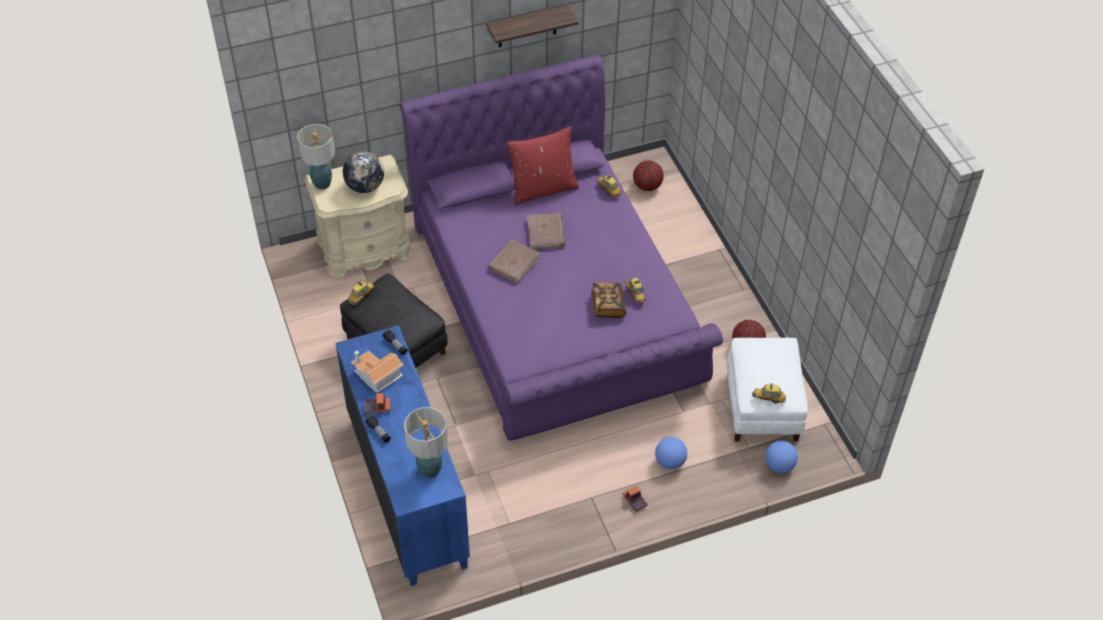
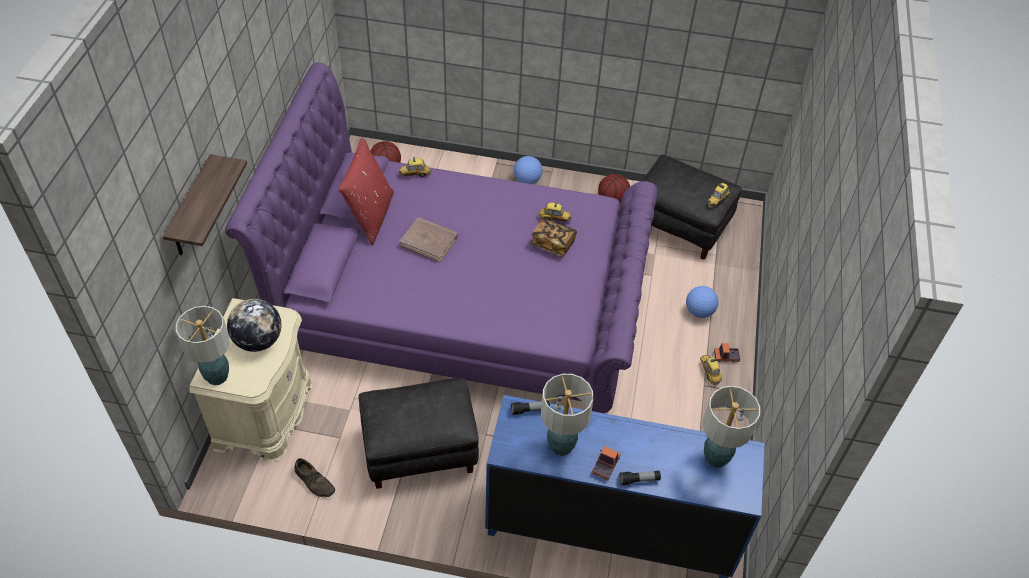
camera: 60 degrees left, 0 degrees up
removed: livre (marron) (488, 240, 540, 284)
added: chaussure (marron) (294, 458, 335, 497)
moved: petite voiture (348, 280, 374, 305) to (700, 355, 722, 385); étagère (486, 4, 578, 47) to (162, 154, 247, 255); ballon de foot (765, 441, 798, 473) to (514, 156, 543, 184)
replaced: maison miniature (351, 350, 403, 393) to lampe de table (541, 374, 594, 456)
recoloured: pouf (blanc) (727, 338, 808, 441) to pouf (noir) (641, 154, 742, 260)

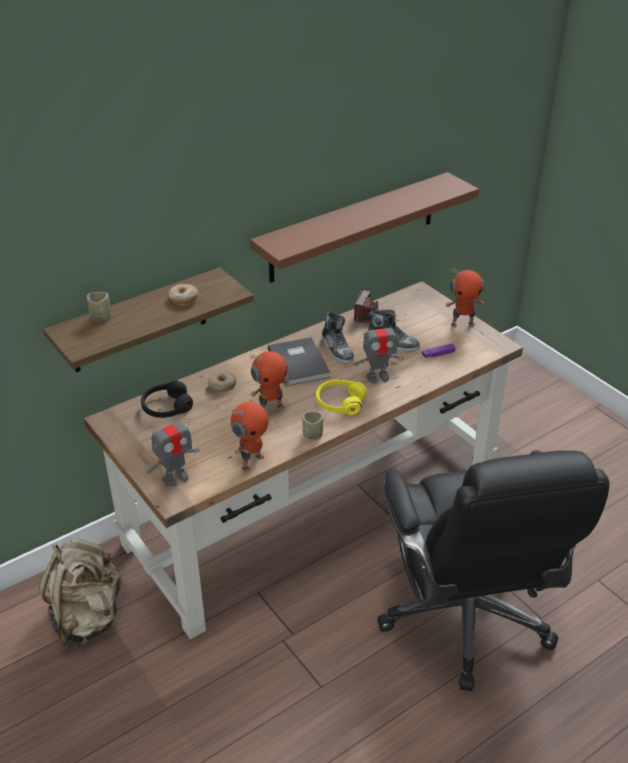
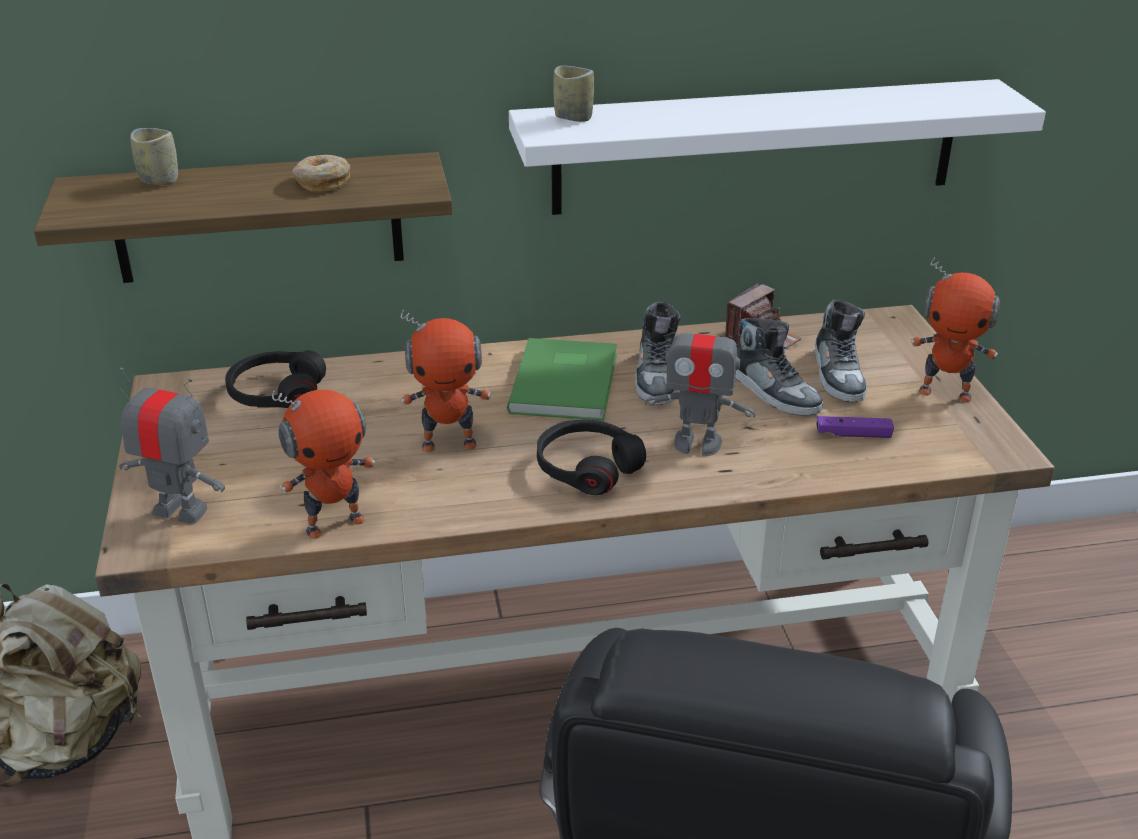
camera: 25 degrees right, 5 degrees down
removed: beignet (208, 371, 236, 392)
added: chaussure (815, 300, 867, 402)
moved: tasse (302, 411, 323, 440) to (553, 66, 594, 122)
recoloured: étagère (marron) (250, 172, 479, 283) to étagère (blanc) (509, 79, 1046, 215); livre (gris) (268, 337, 330, 386) to livre (vert) (507, 338, 617, 421); casque audio (jaune) (316, 379, 367, 415) to casque audio (noir) (537, 420, 646, 495)
turned: robot jouet (146, 412, 199, 487) = (119, 368, 225, 524) 150 degrees counterclockwise

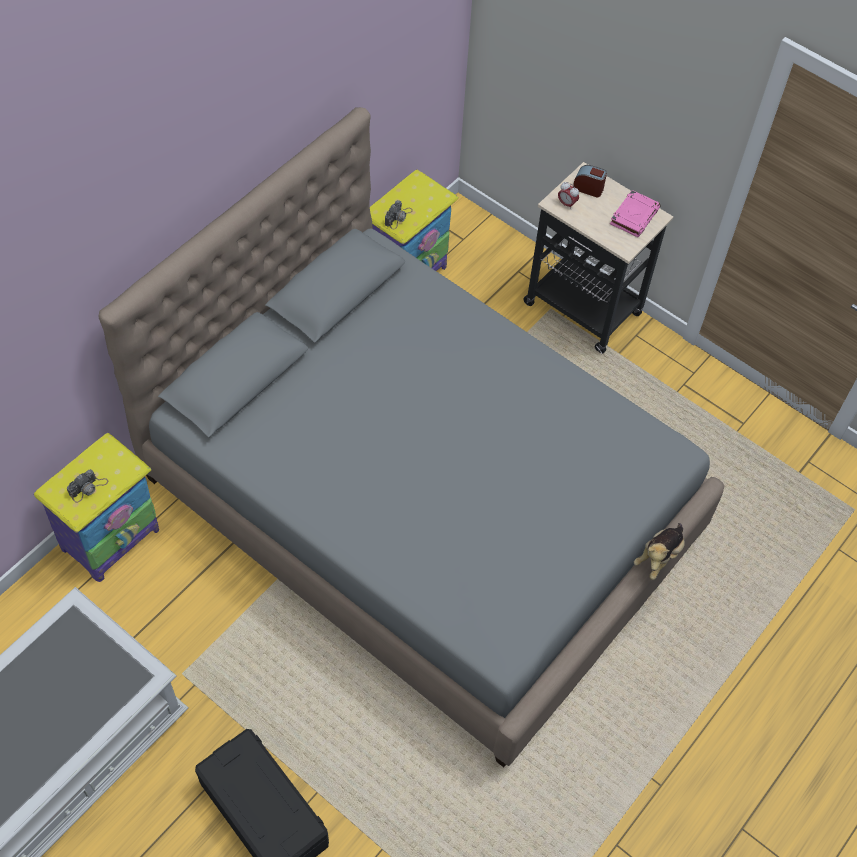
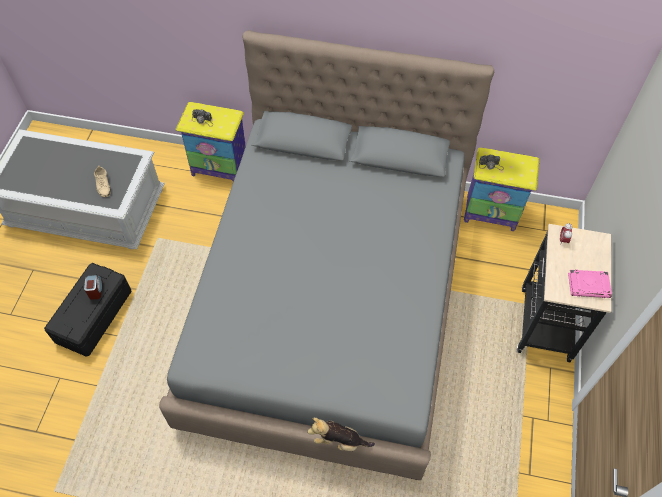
camera: 65 degrees right, 0 degrees up
added: chaussure (beige) (94, 166, 111, 197)
moved: réveil (573, 165, 607, 197) to (84, 275, 102, 300)

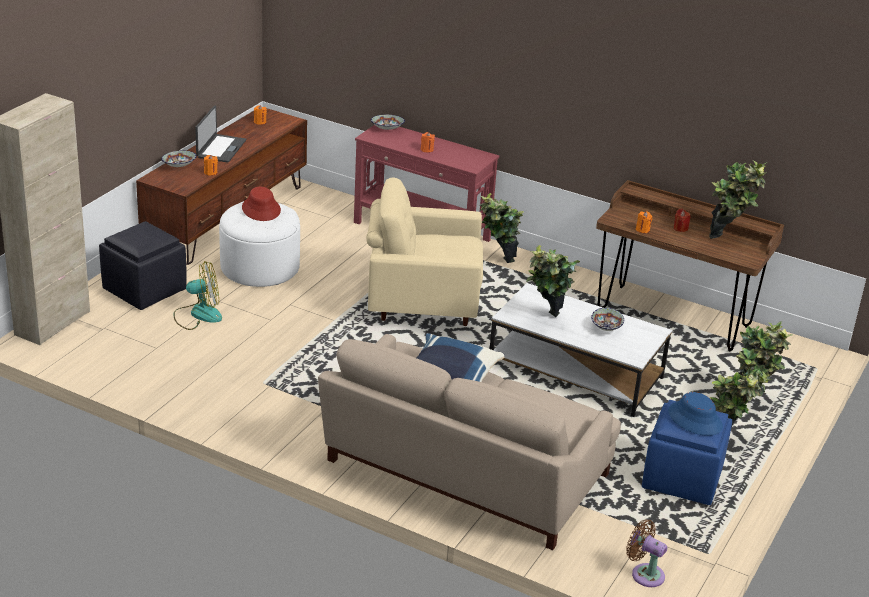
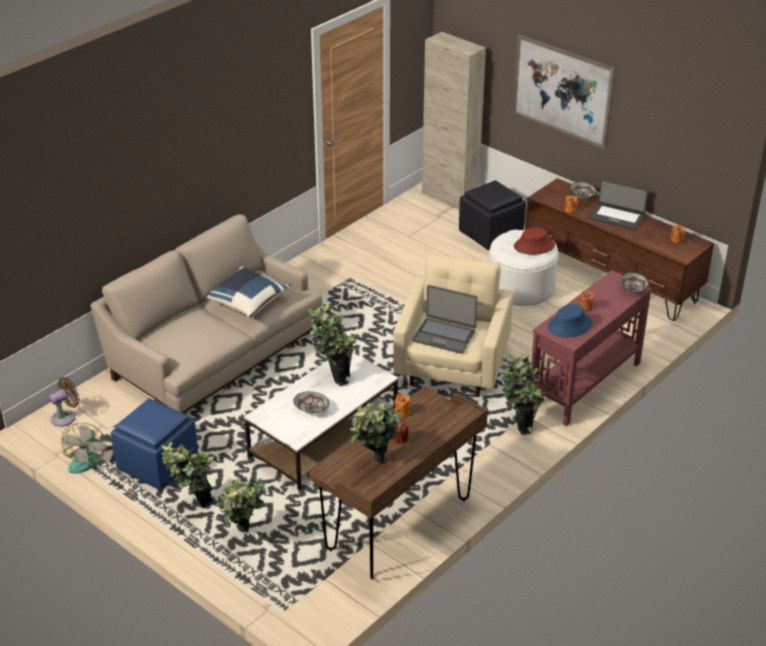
camera: 105 degrees right, 5 degrees up
added: ordinateur portable (412, 285, 478, 354); tableau (512, 34, 615, 150)
moved: ventilateur (173, 261, 222, 330) to (62, 423, 107, 474); chapeau (bleu) (668, 392, 723, 436) to (548, 304, 592, 338)

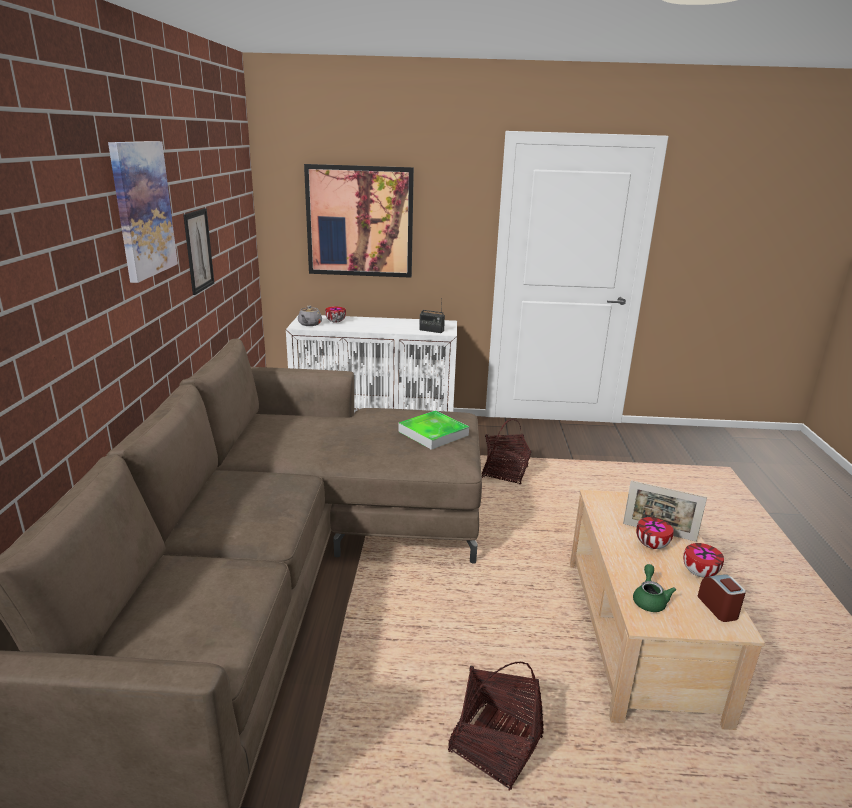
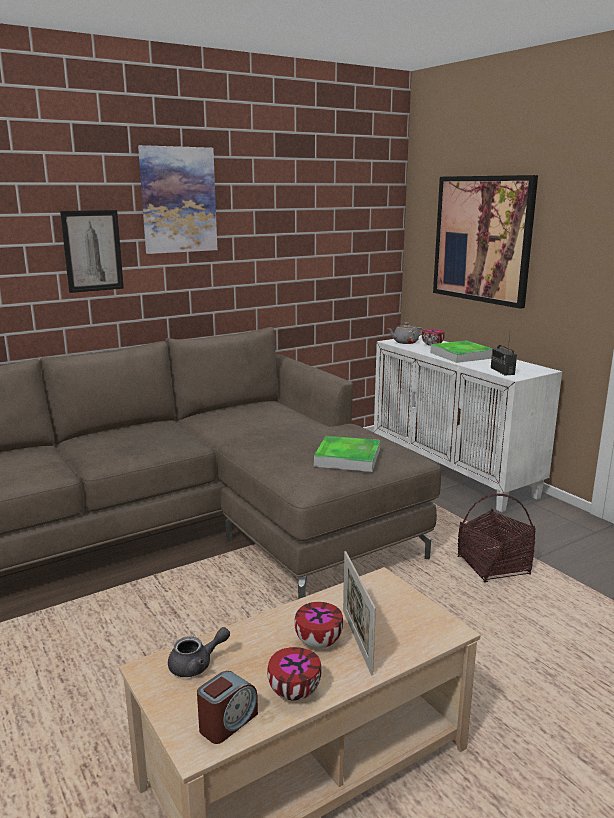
camera: 55 degrees right, 5 degrees down
removed: panier (448, 662, 544, 791)
added: plateau (430, 340, 492, 363)
moved: tableau (183, 208, 214, 295) to (60, 210, 124, 293)
recoloured: théière (vert) (633, 564, 676, 612) to théière (gris) (168, 627, 230, 677)

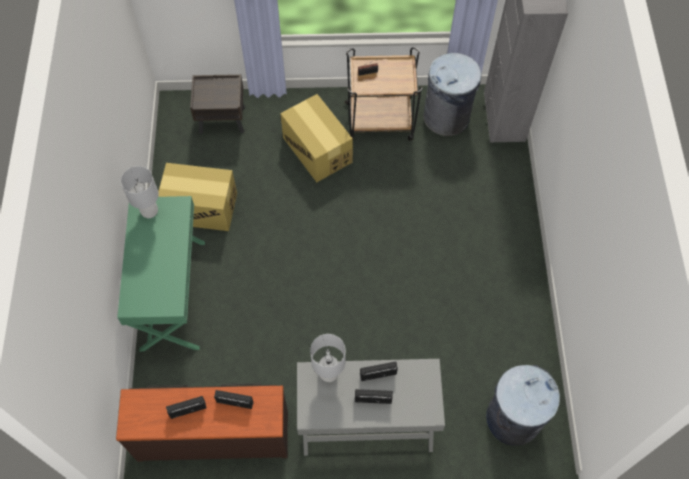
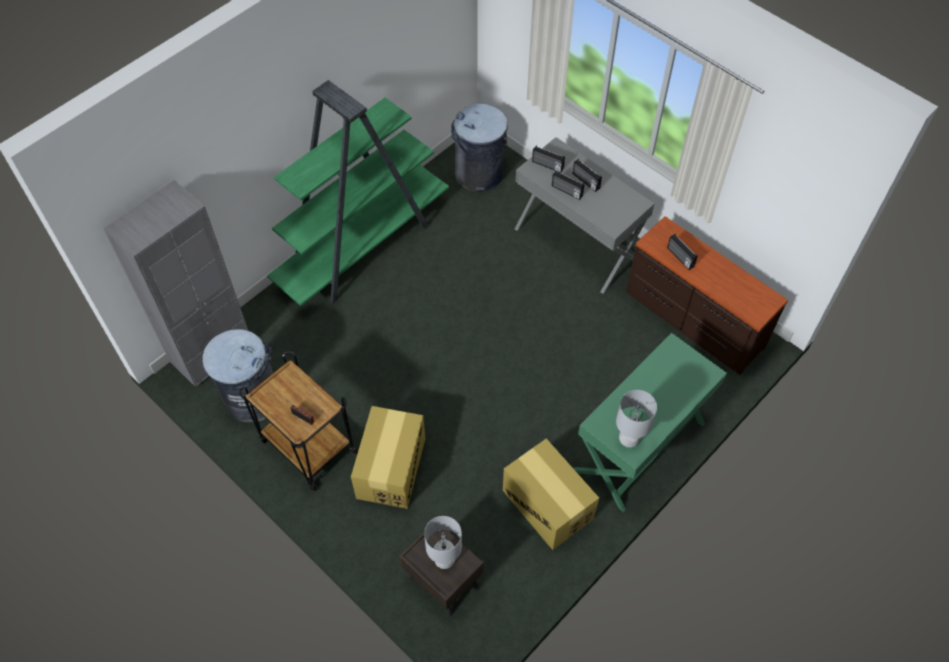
camera: 135 degrees left, 5 degrees down
added: bibliothèque (vert) (267, 80, 449, 306)
moved: radio (166, 396, 206, 419) to (532, 146, 565, 173); lampe de table (gris) (310, 334, 345, 382) to (424, 516, 462, 569)

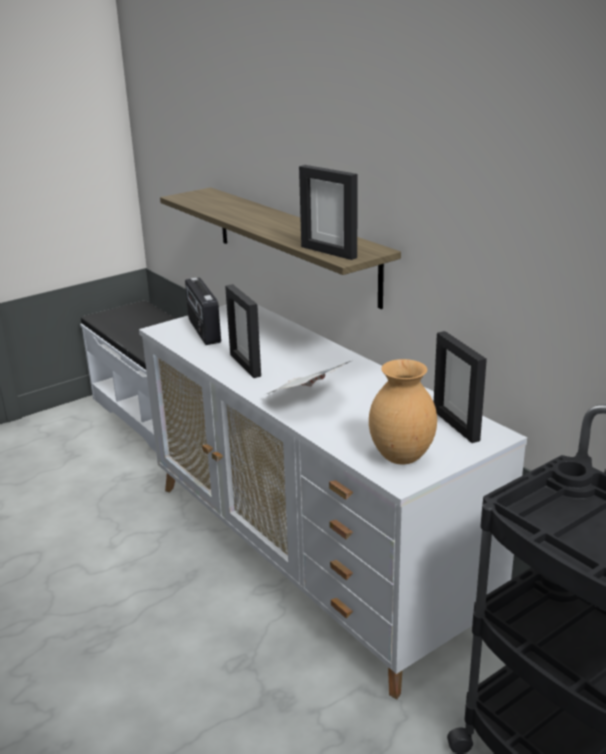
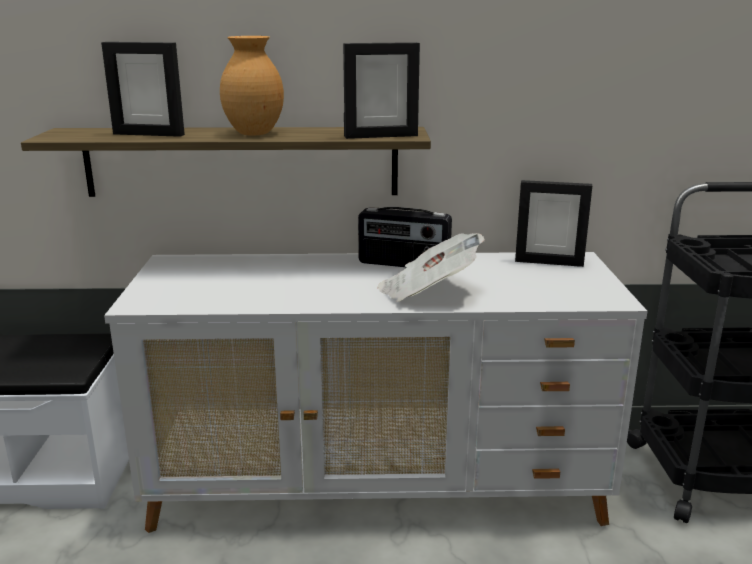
camera: 55 degrees left, 5 degrees down
moved: radio (185, 277, 221, 345) to (358, 207, 452, 267); cadre photo (225, 284, 261, 378) to (101, 42, 185, 137); vase (marron) (369, 359, 437, 465) to (220, 36, 284, 136)

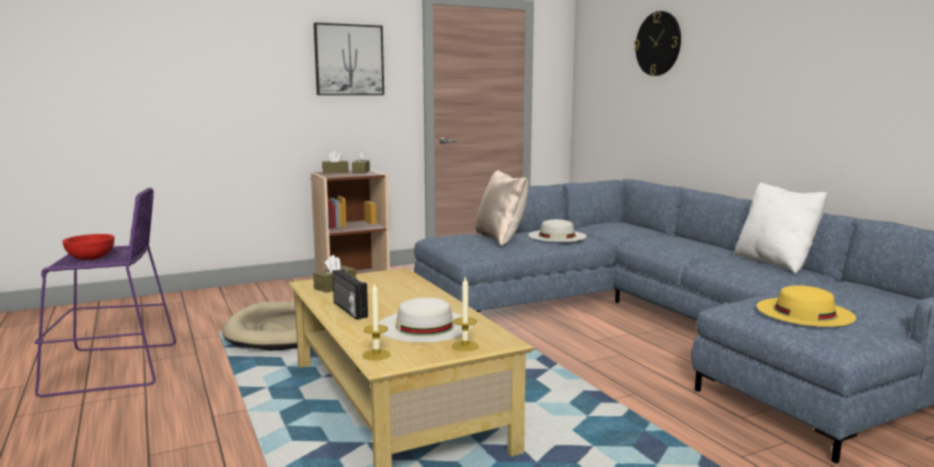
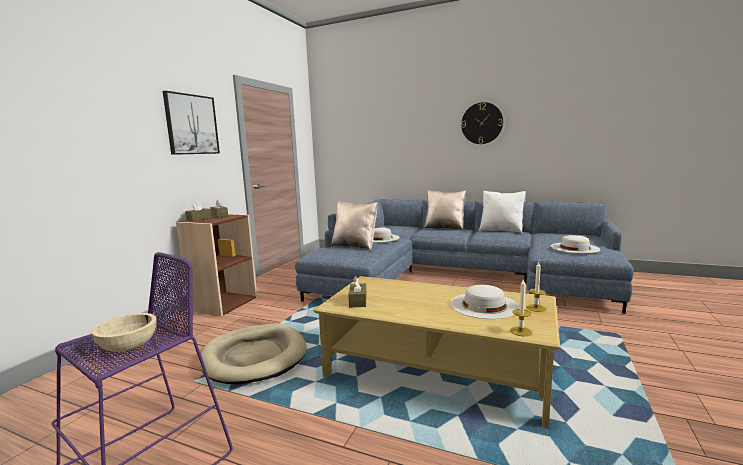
camera: 40 degrees left, 0 degrees up
removed: radio (333, 269, 368, 320)
added: coussin (beige) (424, 190, 466, 230)
moved: horloge murale (634, 11, 681, 76) to (461, 102, 503, 144)
recoloured: bol (rouge) (62, 234, 114, 260) to bol (beige) (92, 313, 156, 352); chapeau (jaune) (757, 285, 856, 327) to chapeau (blanc) (551, 235, 600, 253)

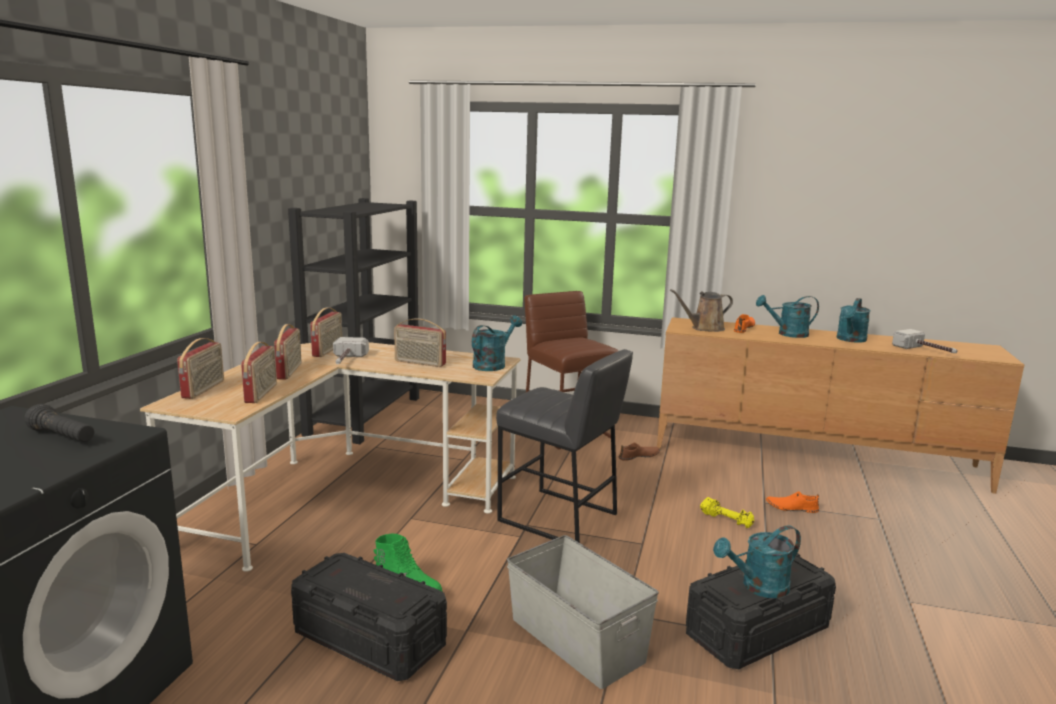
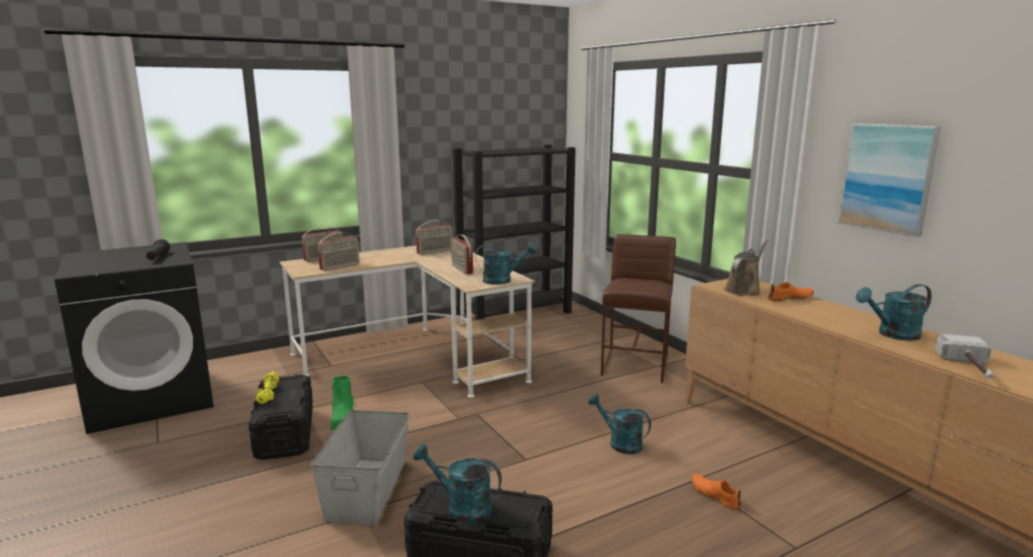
camera: 45 degrees right, 0 degrees up
removed: radio (274, 324, 301, 379); marteau (333, 337, 369, 364); tabouret (gris) (496, 349, 633, 543); chaussure (marron) (619, 442, 660, 461)
added: tableau (838, 123, 941, 237)
moved: haltère (jaune) (700, 497, 754, 528) to (256, 371, 279, 404); arrosoir (turquoise) (756, 295, 819, 338) to (588, 394, 651, 454)
turned: arrosoir (marron) (670, 289, 733, 332) = (724, 240, 768, 296) 105 degrees clockwise

